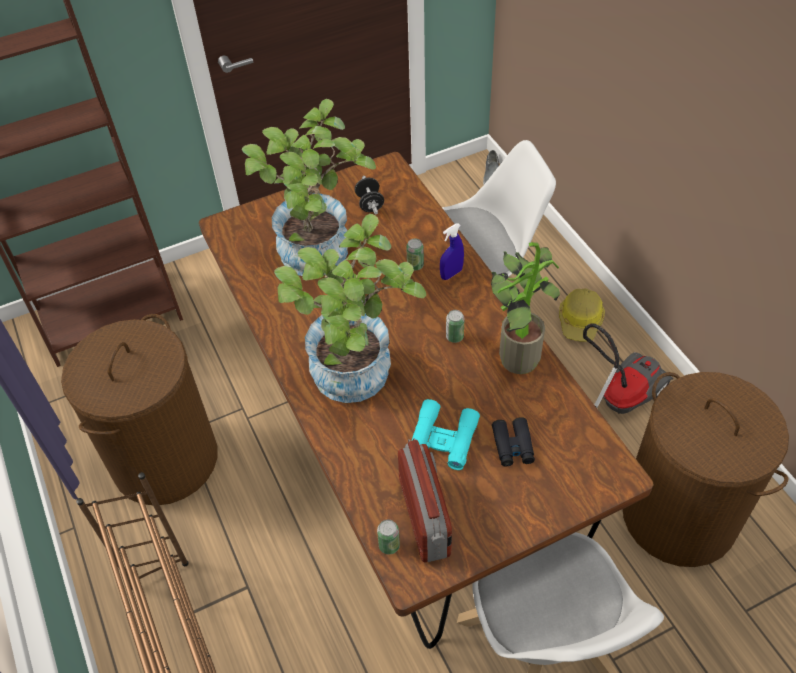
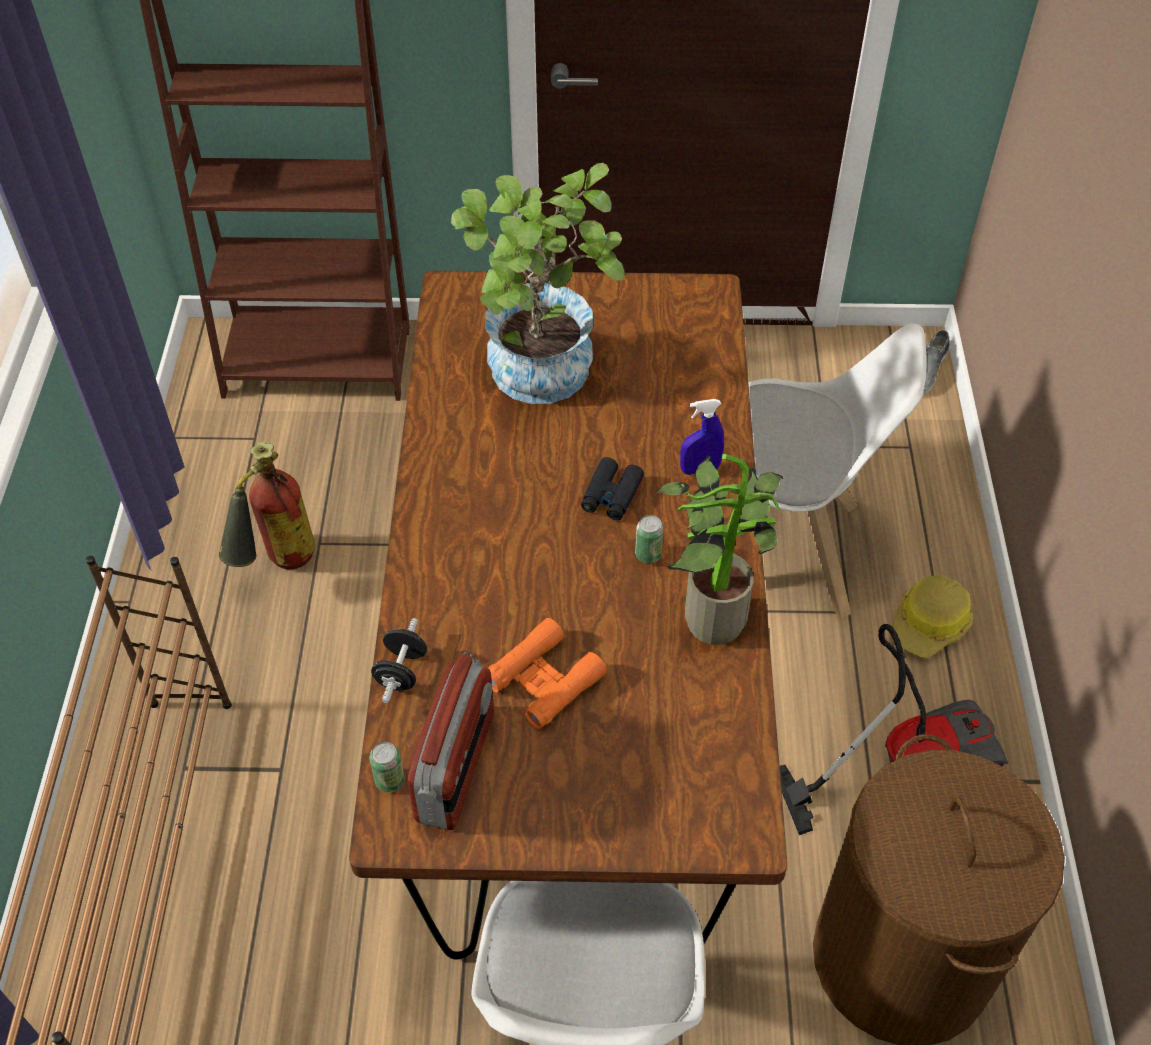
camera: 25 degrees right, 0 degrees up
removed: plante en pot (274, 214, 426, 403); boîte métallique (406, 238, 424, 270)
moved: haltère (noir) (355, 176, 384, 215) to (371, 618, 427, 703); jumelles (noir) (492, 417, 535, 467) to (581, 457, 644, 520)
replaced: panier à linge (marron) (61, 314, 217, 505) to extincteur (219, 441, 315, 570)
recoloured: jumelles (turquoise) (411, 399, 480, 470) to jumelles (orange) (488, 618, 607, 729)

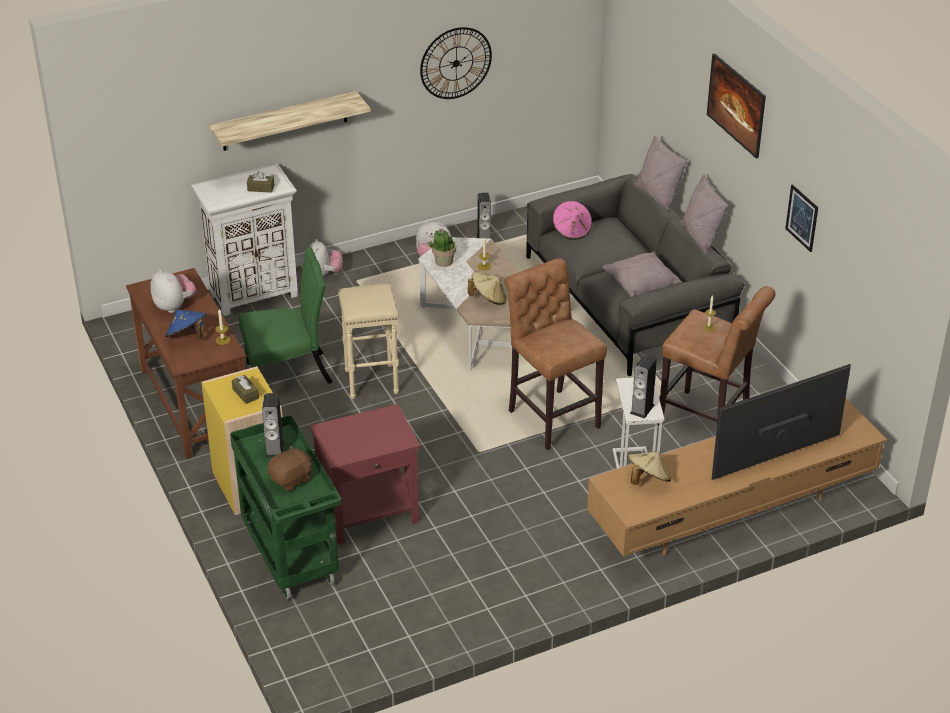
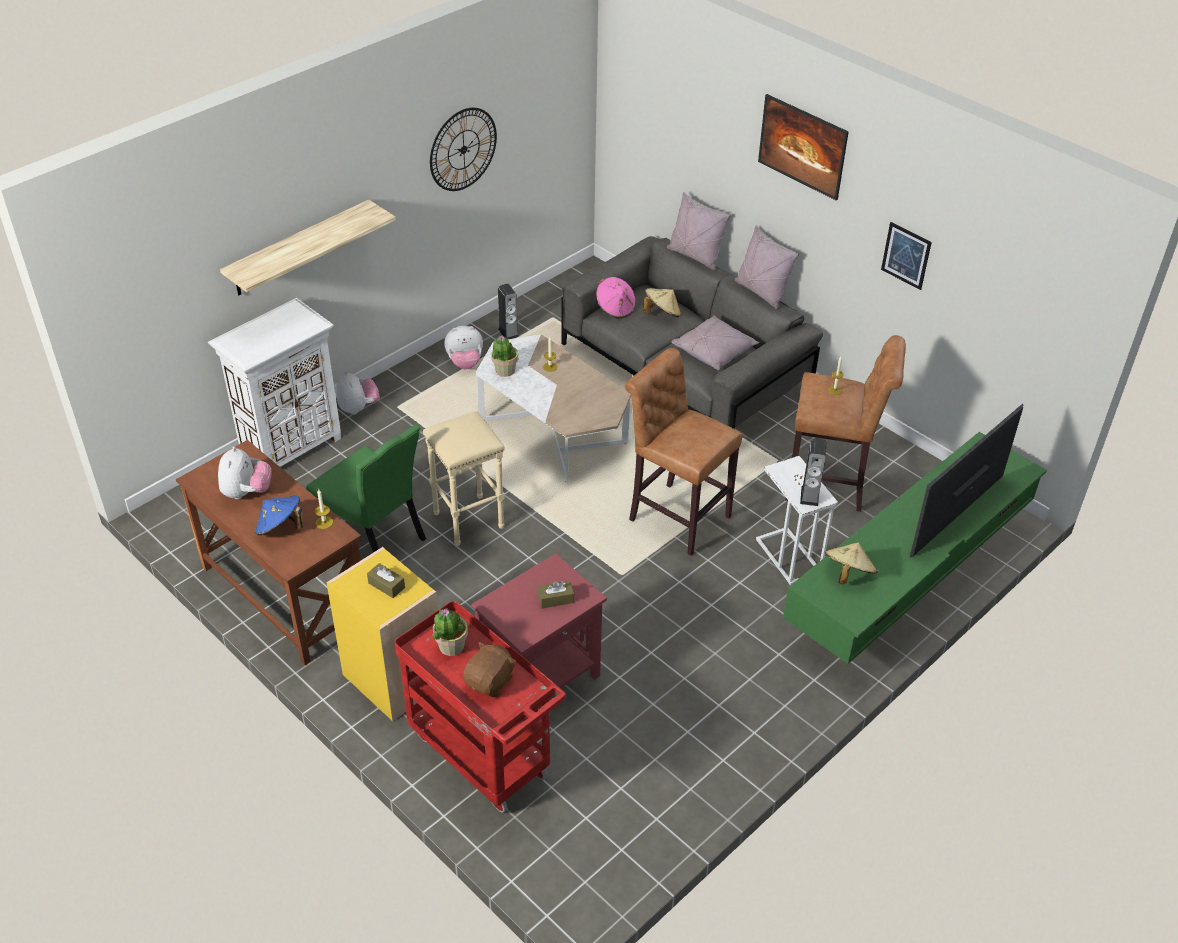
camera: 20 degrees left, 5 degrees up
moved: boîte à mouchoirs (marron) (247, 171, 274, 193) to (538, 581, 574, 608); chapeau (beige) (468, 271, 506, 305) to (643, 288, 681, 317)
replaced: enceinte (262, 393, 284, 458) to plante en pot (433, 608, 468, 656)
recoloured: chariot (vert) (230, 416, 342, 599) to chariot (rouge) (395, 601, 566, 813); meuble télé (marron) (587, 399, 887, 556) to meuble télé (vert) (783, 432, 1047, 664)
turned: peluche (151, 269, 196, 313) = (218, 446, 272, 499) 60 degrees clockwise; chaise (vert) (239, 247, 333, 384) = (306, 424, 426, 553) 75 degrees clockwise

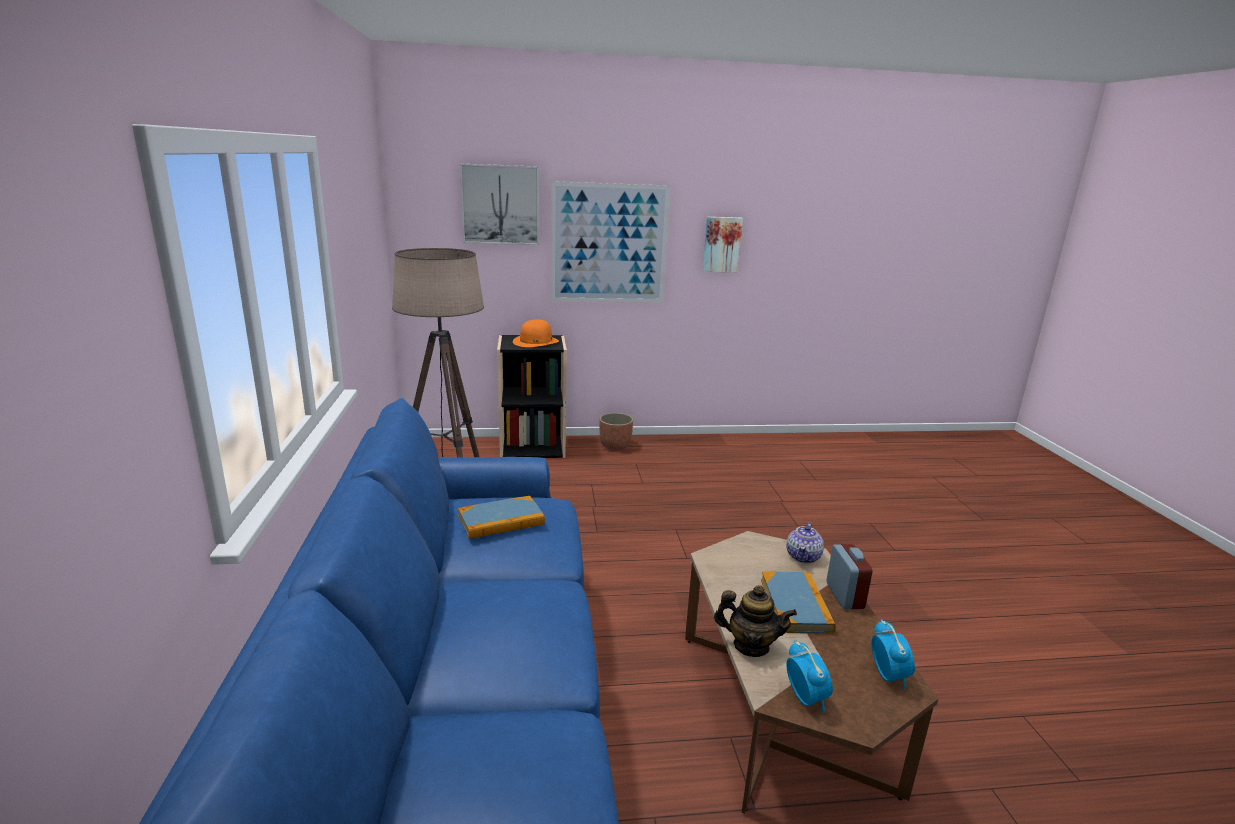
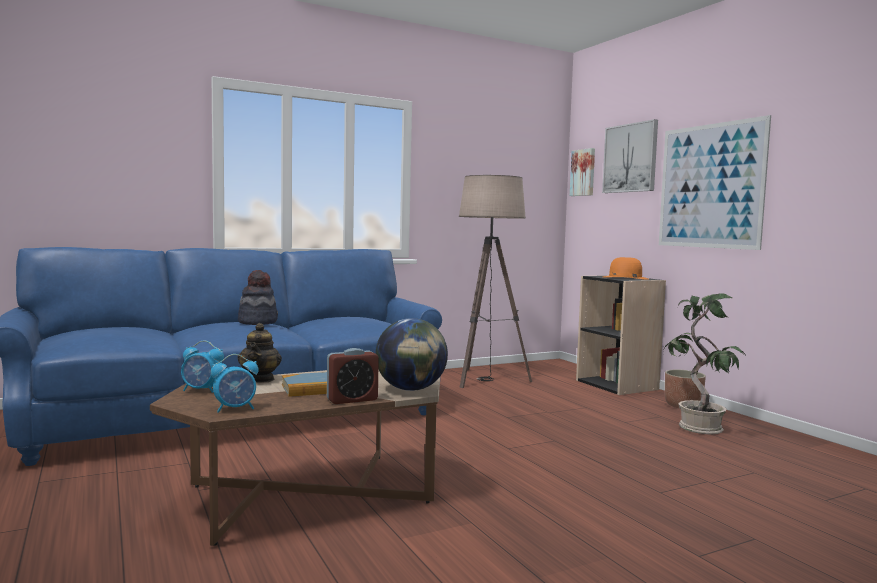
camera: 70 degrees right, 15 degrees down
removed: livre (458, 496, 545, 539)
added: chapeau (238, 270, 278, 325); plante en pot (663, 294, 745, 434)
moved: tableau (703, 217, 743, 272) to (570, 148, 595, 196)
replaced: théière (787, 522, 824, 564) to globe (375, 318, 448, 391)
turned: réveil (786, 640, 833, 712) = (181, 340, 224, 393) 45 degrees clockwise

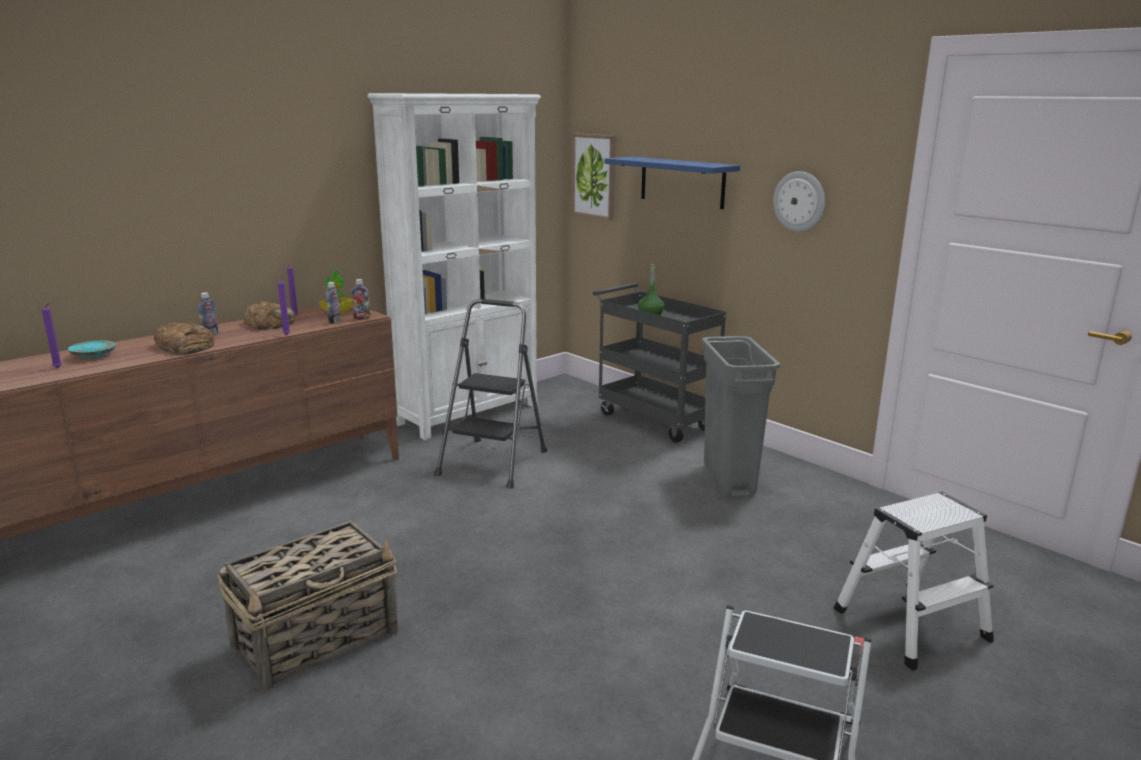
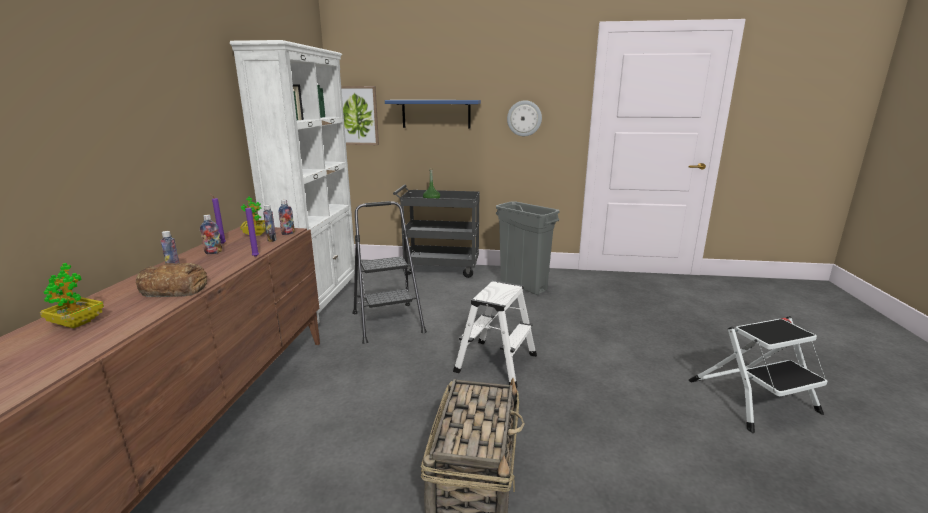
camera: 40 degrees left, 0 degrees up
removed: bougie (violet) (42, 303, 62, 368)
moved: escabeau (blanc) (834, 491, 994, 671) to (453, 280, 537, 388)
replaced: assiette (turquoise) (68, 340, 116, 358) to plante en pot (40, 263, 104, 328); pain (244, 300, 296, 330) to bouteille (200, 215, 222, 254)

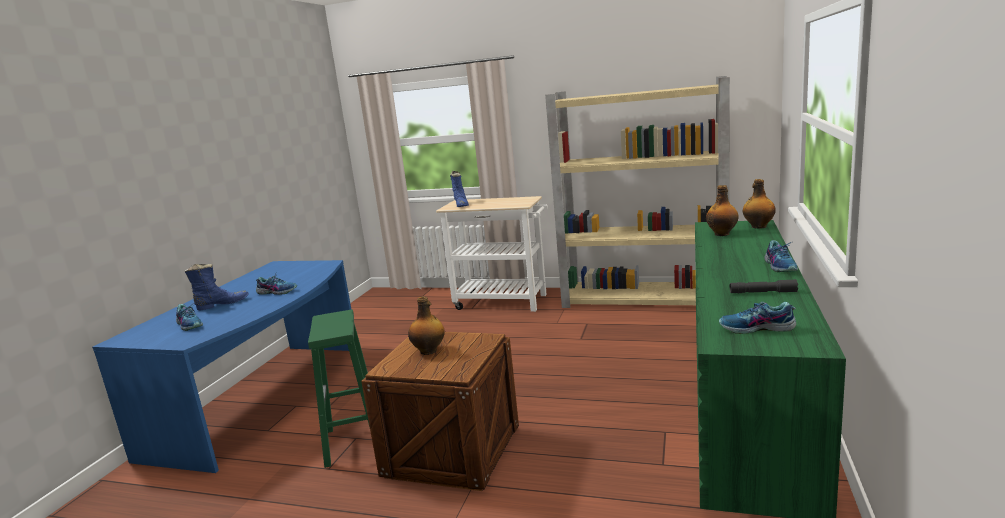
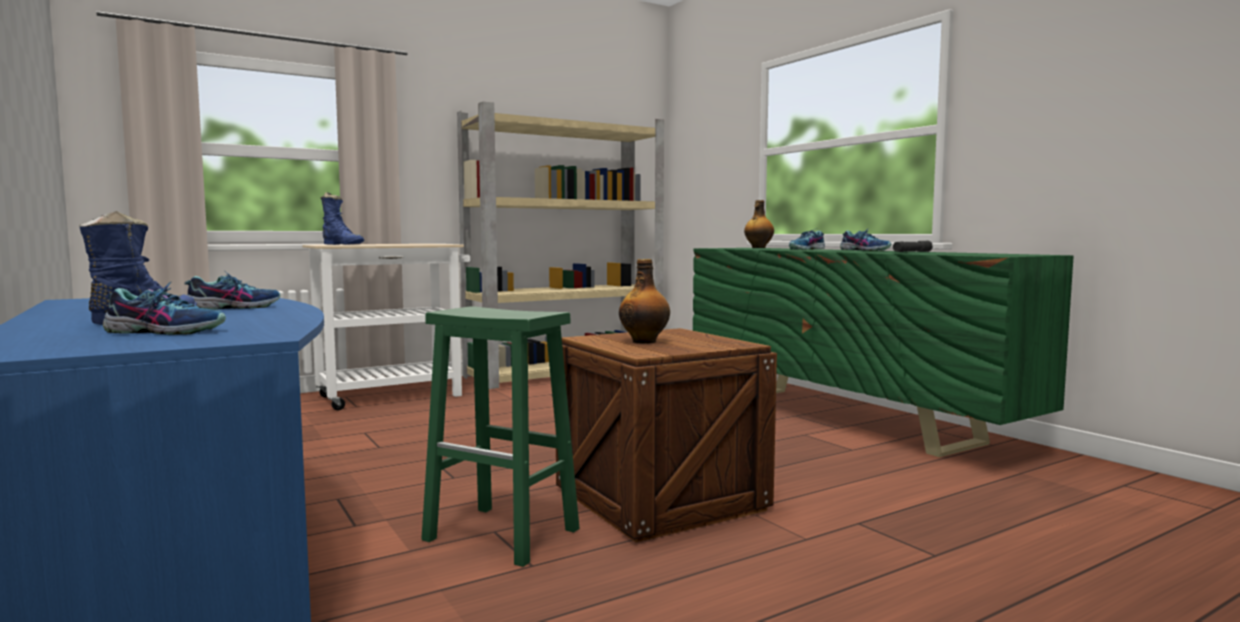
camera: 50 degrees left, 10 degrees down
removed: bouteille (706, 185, 739, 236)
moved: chaussure (719, 302, 796, 334) to (789, 228, 825, 250)

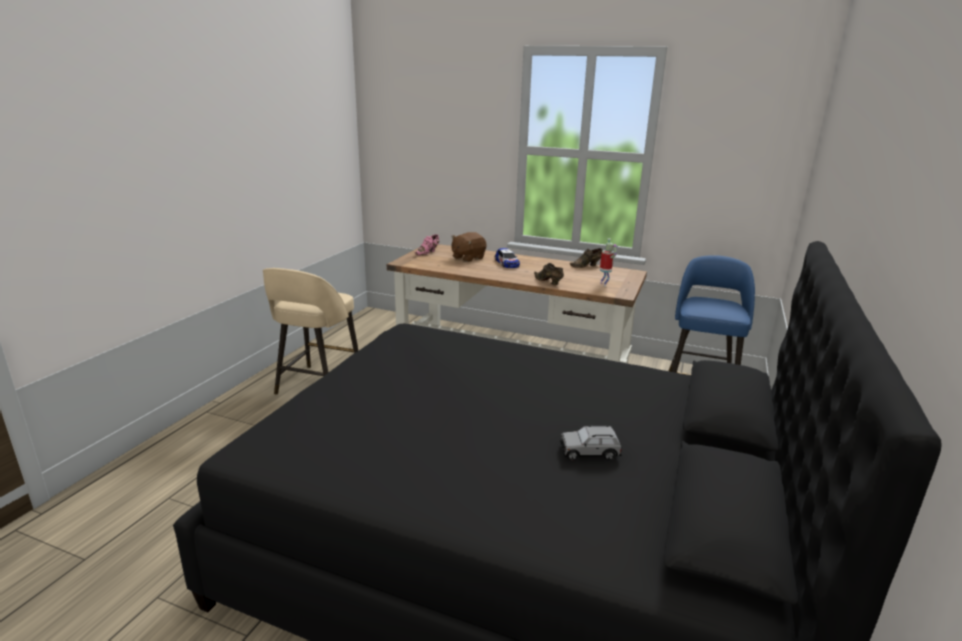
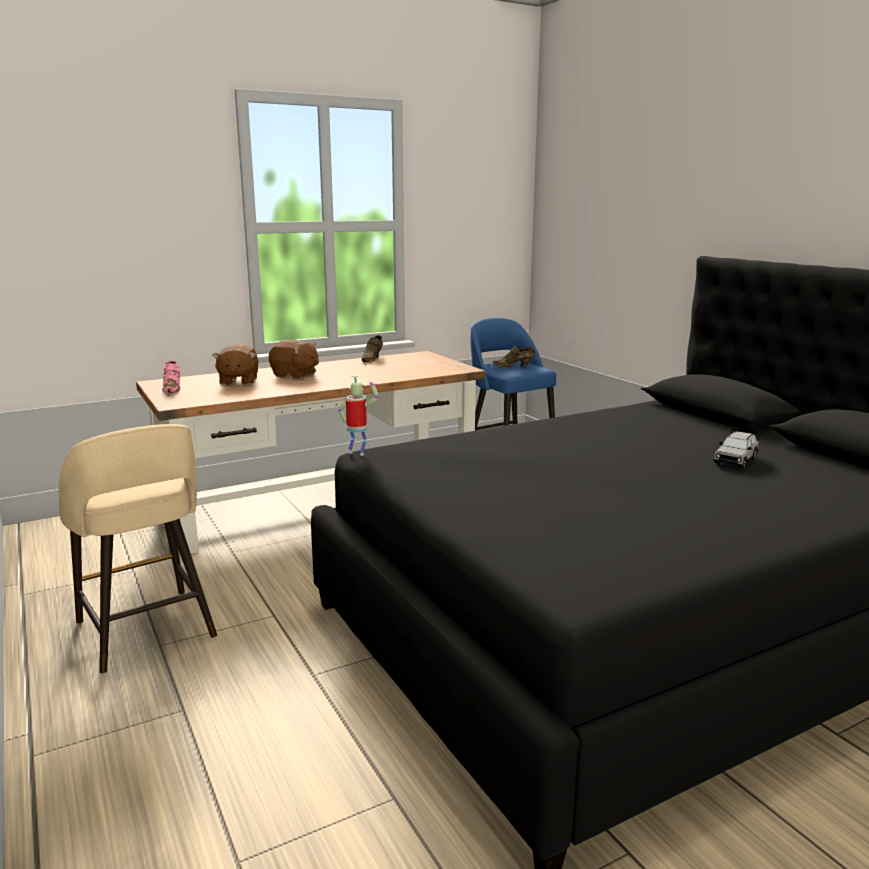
camera: 50 degrees left, 5 degrees down
moved: chaussure (marron) (534, 263, 564, 285) to (493, 346, 536, 367); robot jouet (600, 239, 618, 286) to (338, 375, 379, 456)
replaced: petite voiture (495, 248, 520, 268) to peluche (marron) (269, 339, 319, 379)

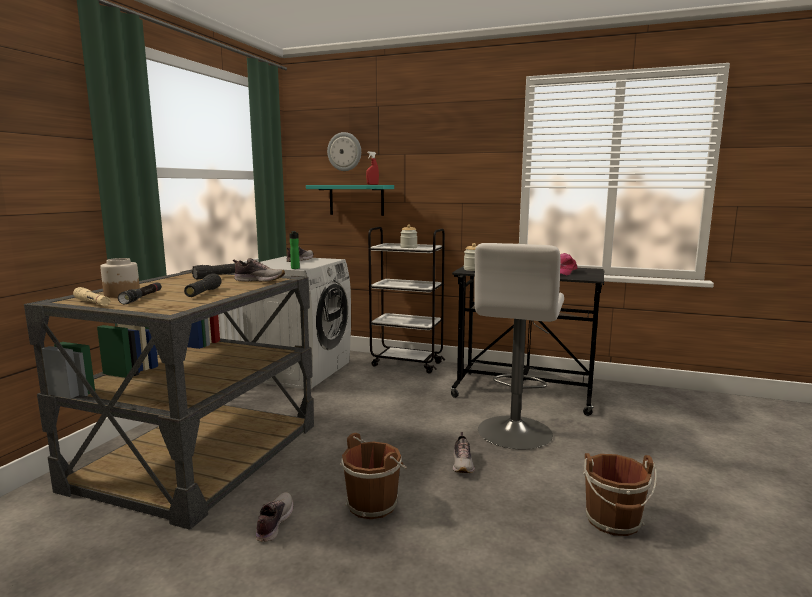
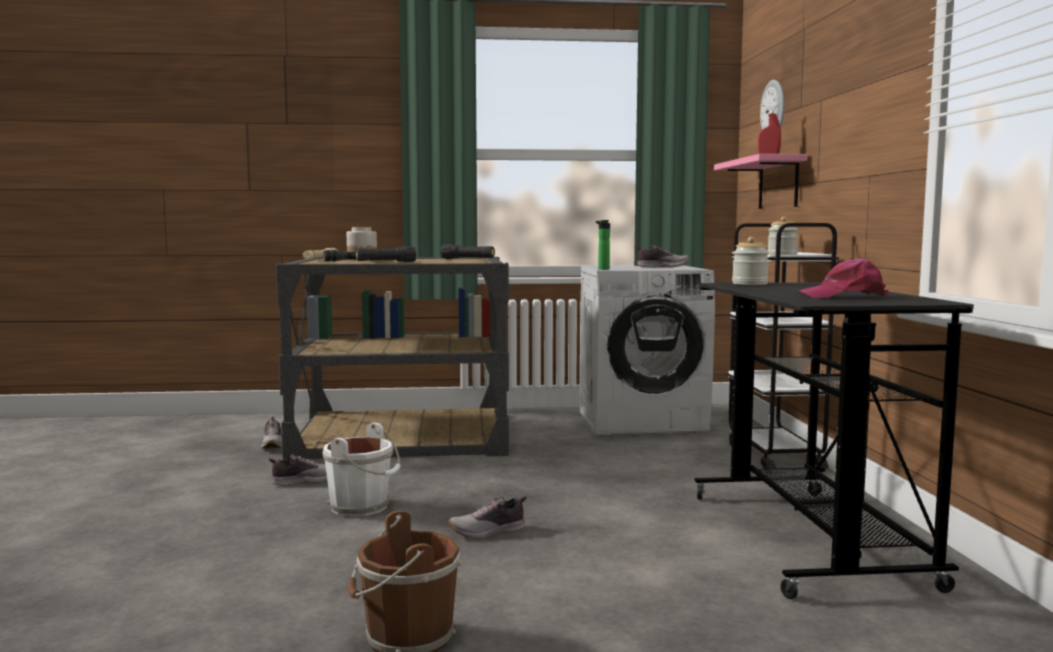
camera: 65 degrees right, 5 degrees down
removed: tabouret (blanc) (474, 243, 564, 449)
moved: chaussure (233, 258, 285, 282) to (261, 417, 282, 449)
recoloured: étagère (turquoise) (306, 185, 394, 216) to étagère (rose) (714, 154, 807, 209); seau (marron) (340, 433, 407, 519) to seau (blanc) (323, 423, 400, 517)

